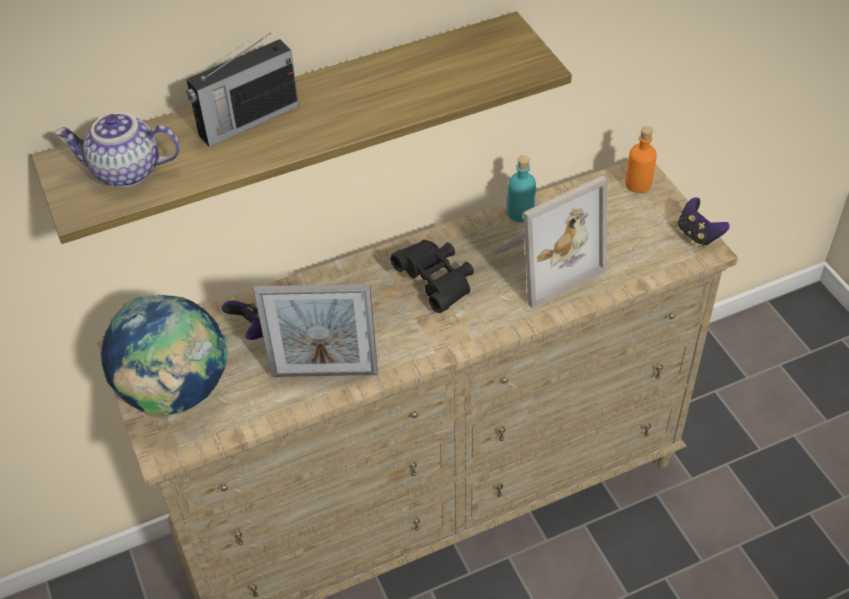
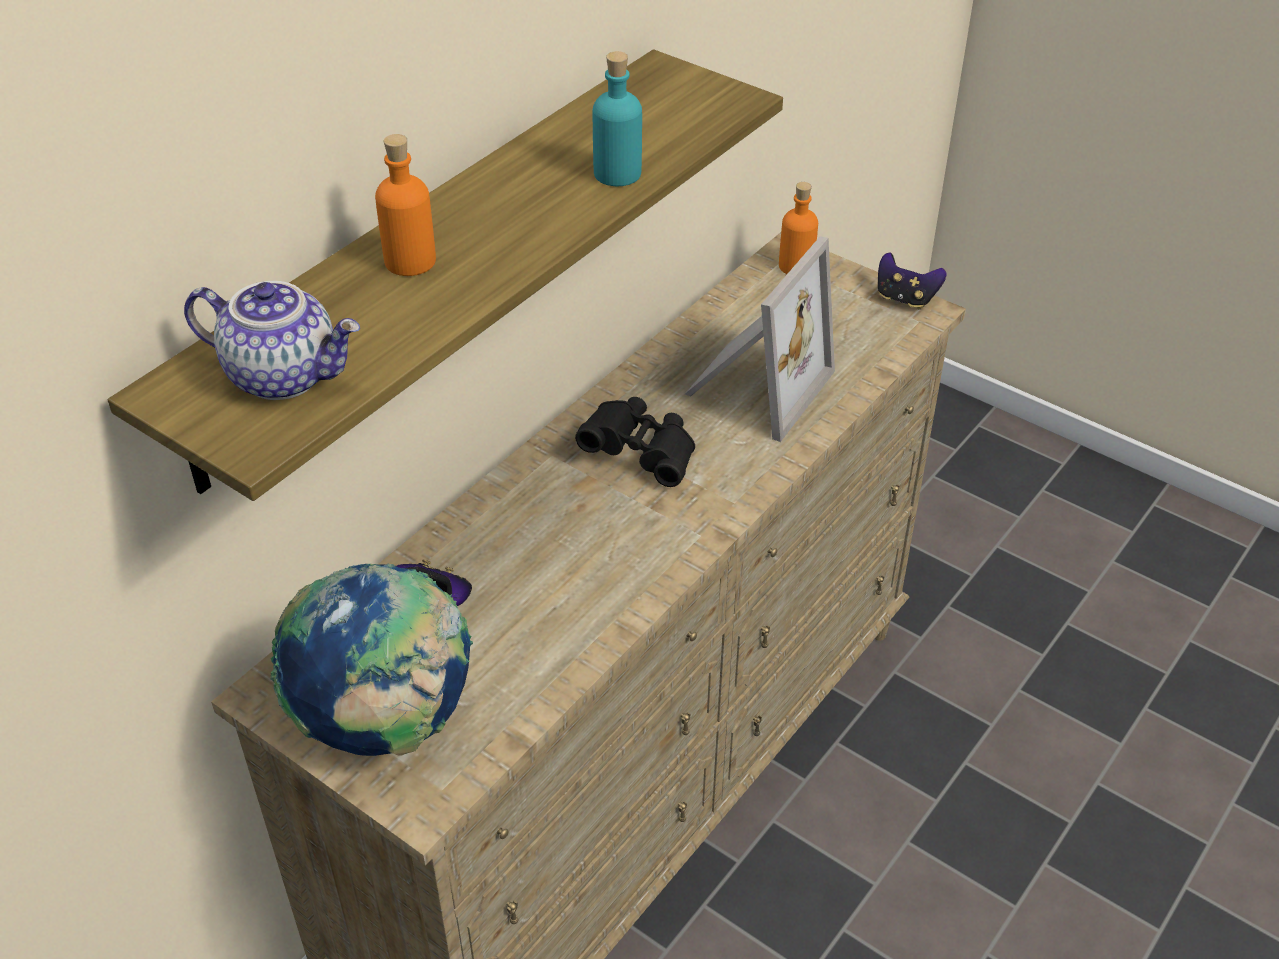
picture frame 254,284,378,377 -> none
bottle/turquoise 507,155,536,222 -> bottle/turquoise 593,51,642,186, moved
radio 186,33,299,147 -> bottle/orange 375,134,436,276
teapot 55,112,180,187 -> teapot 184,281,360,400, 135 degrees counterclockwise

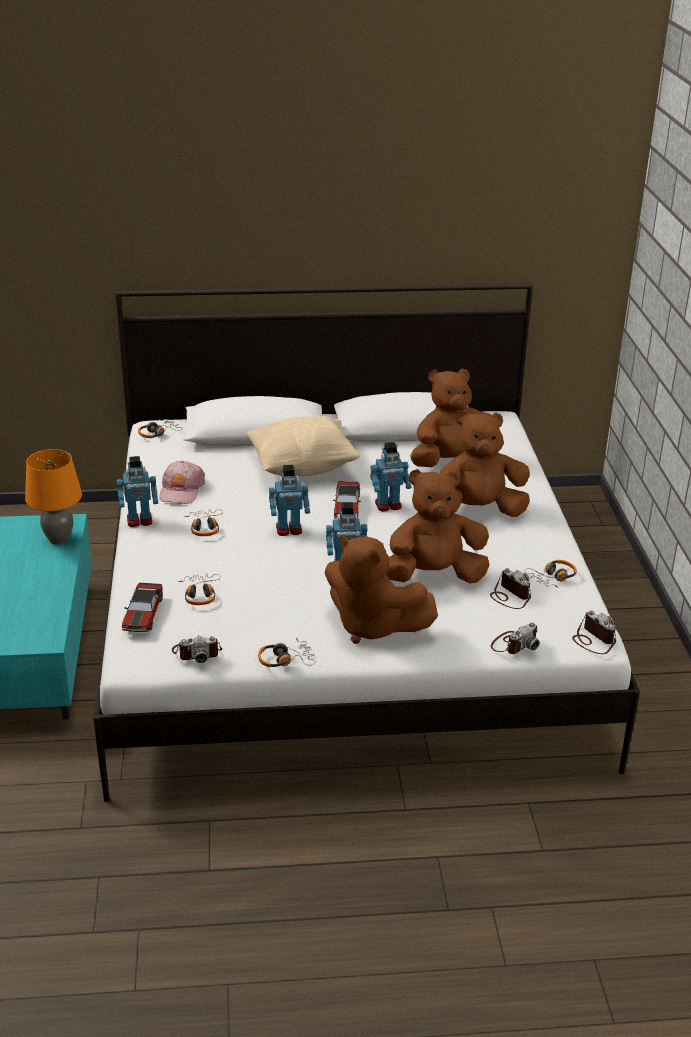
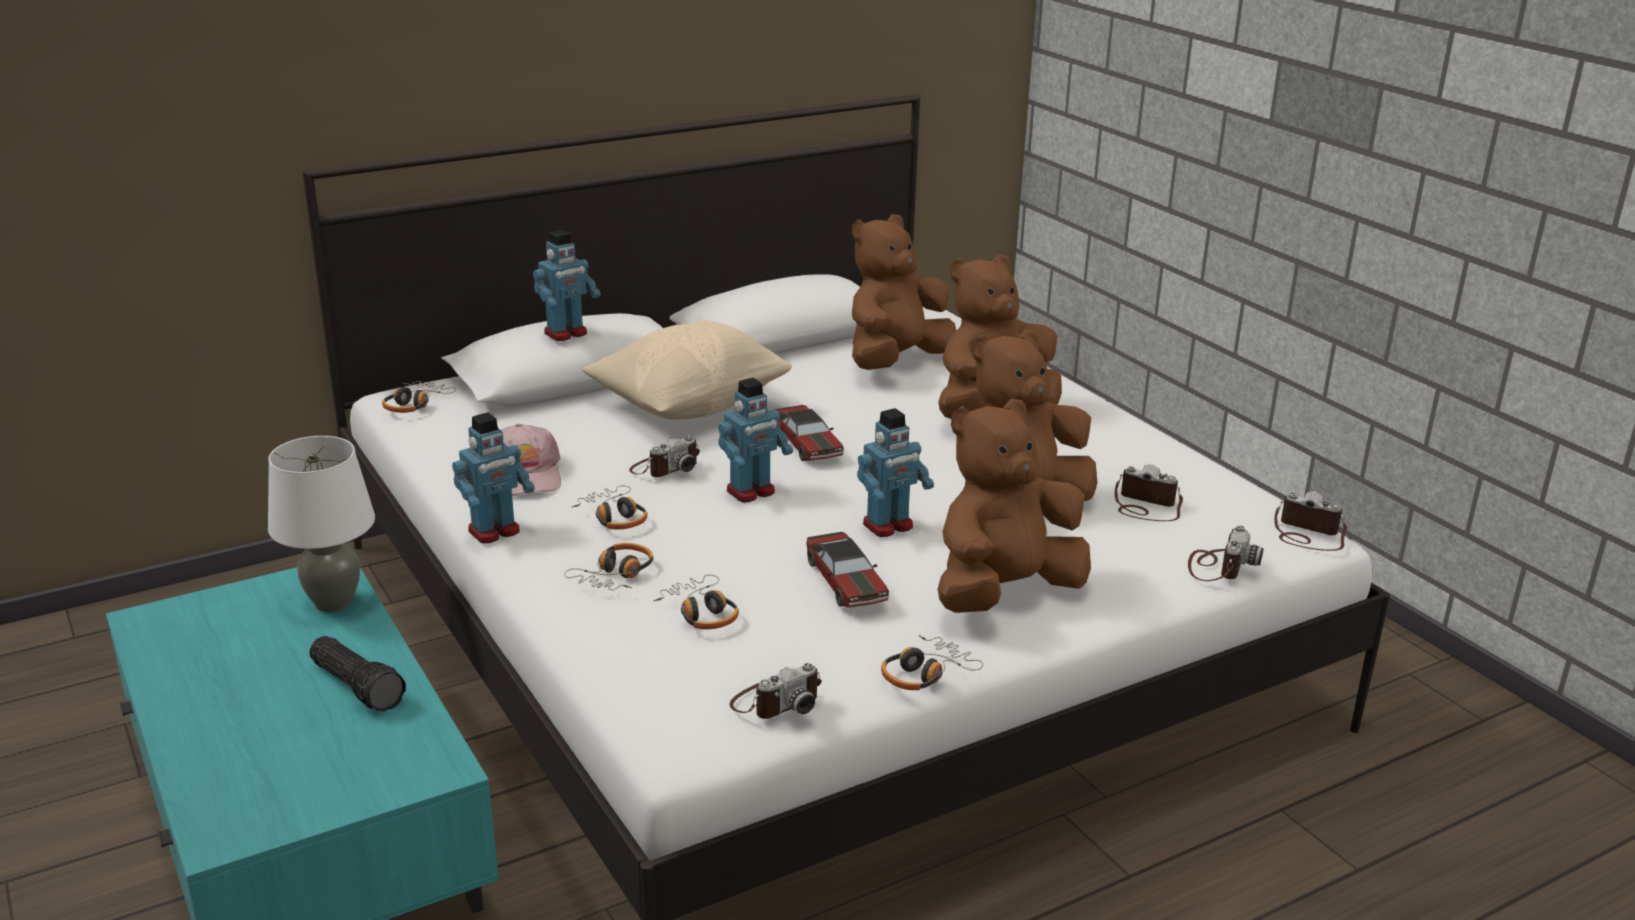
none -> flashlight 309,636,406,712
none -> photo camera 629,436,700,477
toy car 122,583,163,632 -> toy car 806,532,889,607, moved
toy robot 370,442,412,511 -> toy robot 533,229,601,341, moved
headphones 524,560,577,587 -> headphones 564,543,653,590, moved
table lamp/orange 25,449,82,545 -> table lamp/white 268,436,375,612
plush toy/brown 325,535,438,644 -> plush toy/brown 938,399,1091,613, 135 degrees clockwise

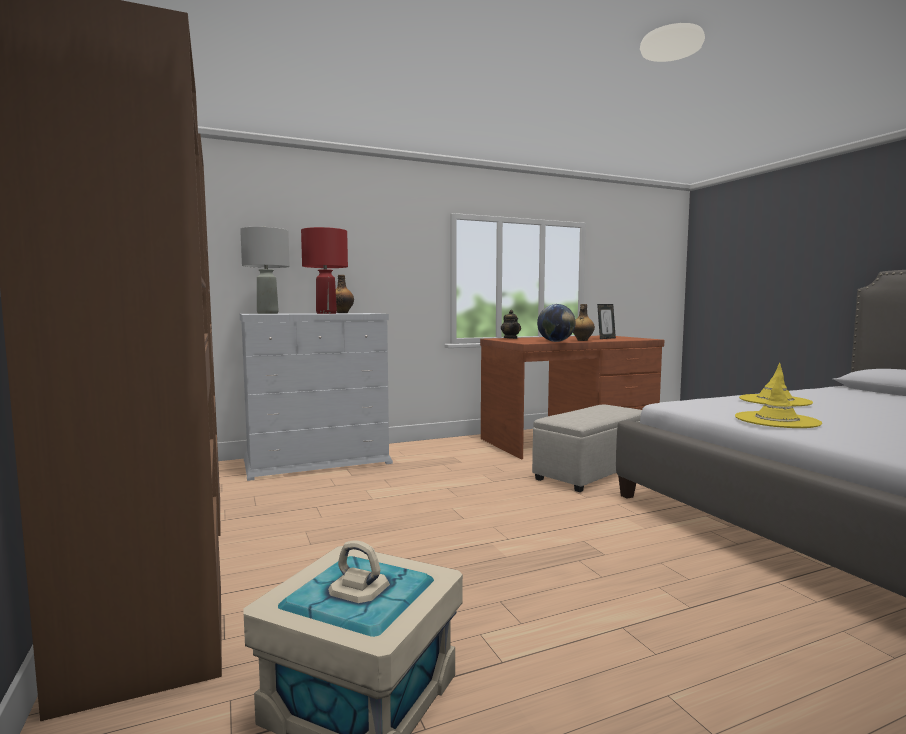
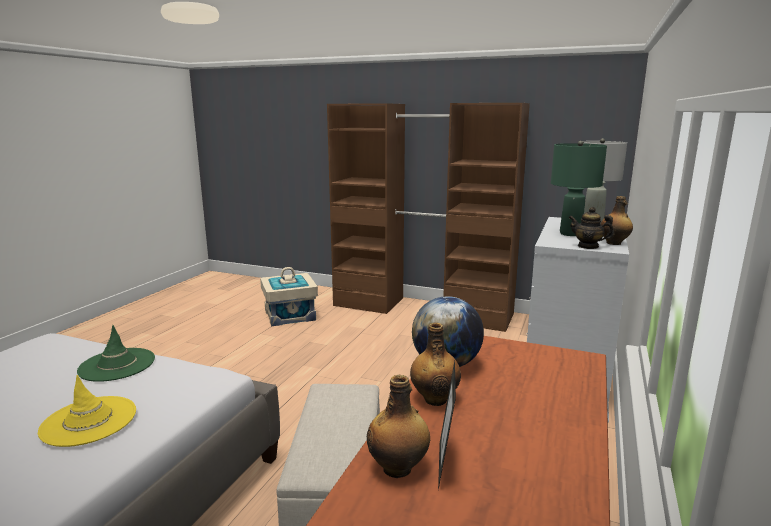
none -> bottle 367,375,430,478
teapot 501,310,521,339 -> teapot 569,207,614,249, moved
table lamp/red 301,227,348,314 -> table lamp/green 551,141,607,236
hat/yellow 735,375,822,428 -> hat/green 77,325,155,382

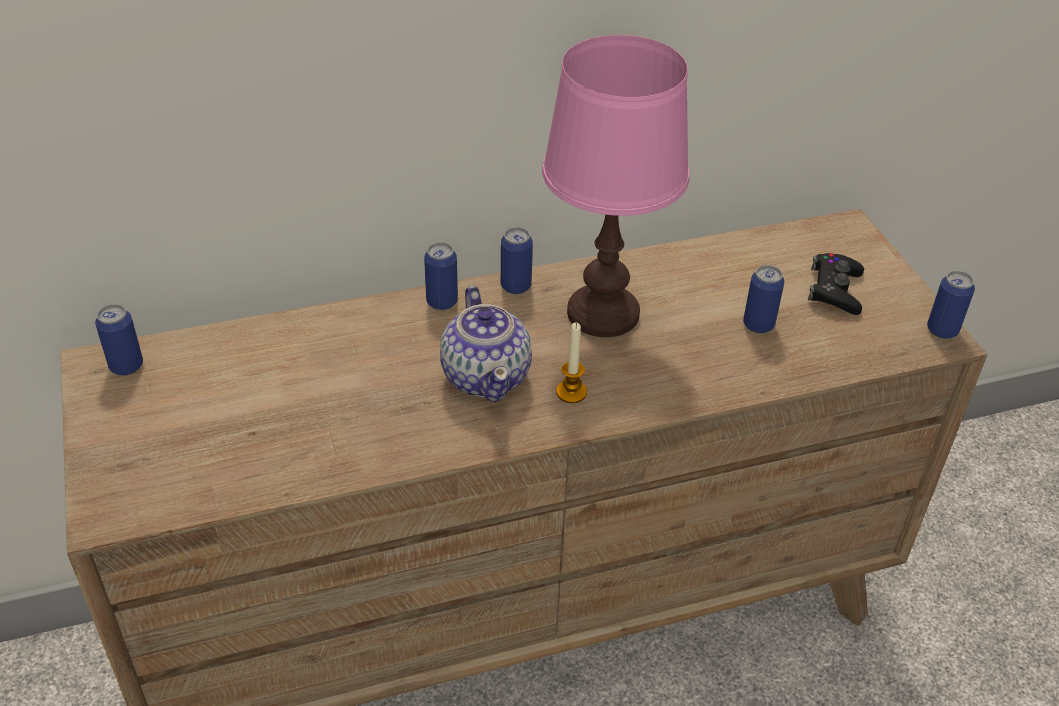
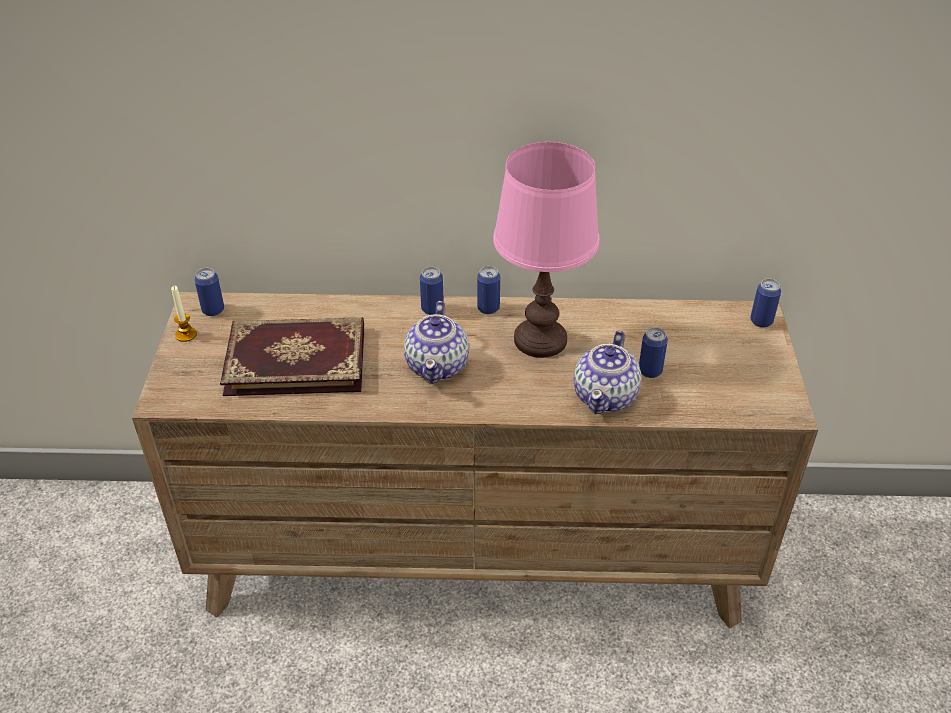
game controller/black 808,253,864,315 -> none
none -> book 220,317,364,396
none -> teapot 573,331,642,414
candle 556,323,587,403 -> candle 171,286,197,342, moved
can 927,270,975,339 -> can 750,278,781,328, moved

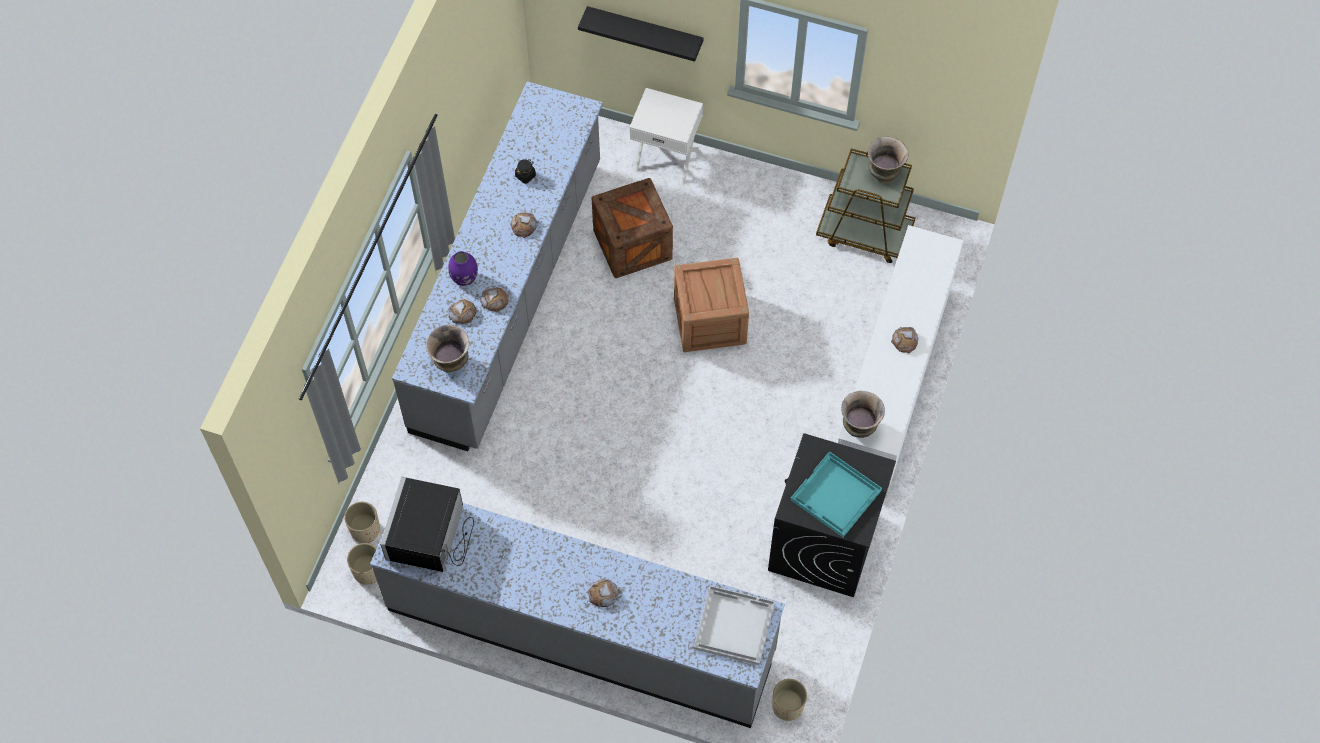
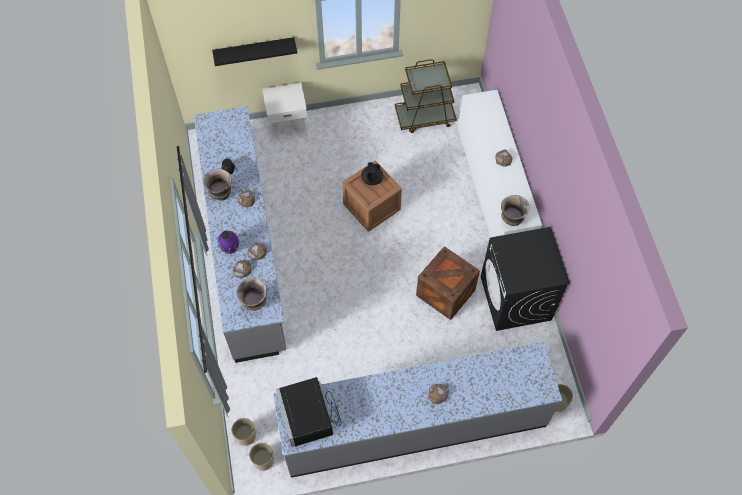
tray/white 694,586,775,665 -> none
tray/turquoise 790,451,882,537 -> none
none -> teapot/black 361,162,383,185
crate 592,178,673,278 -> crate 416,247,480,320, moved
vase 868,136,908,183 -> vase 203,169,232,201, moved

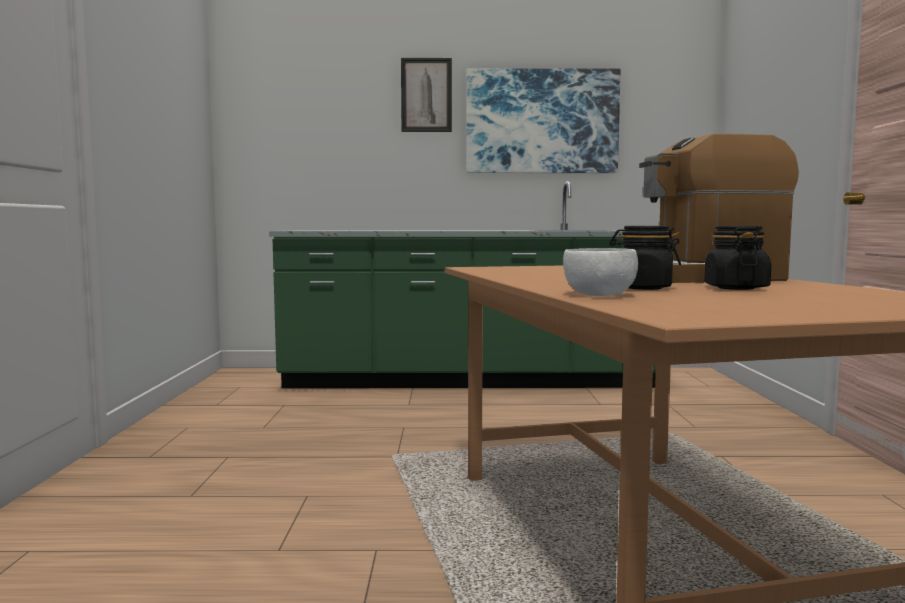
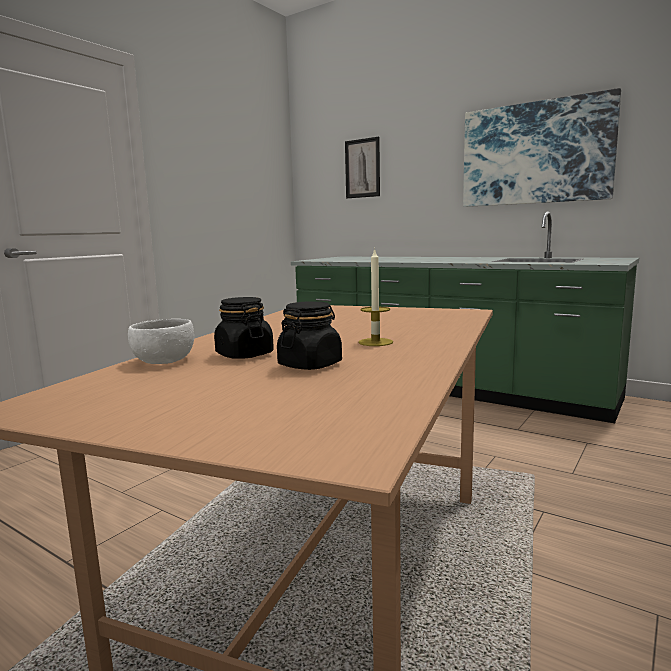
picture 401,58,452,132 -> picture 345,137,380,198, moved
coffee machine 639,133,799,283 -> candle 358,248,393,346

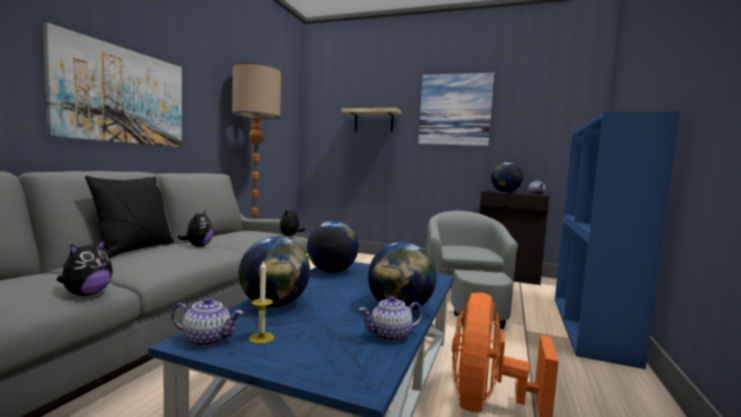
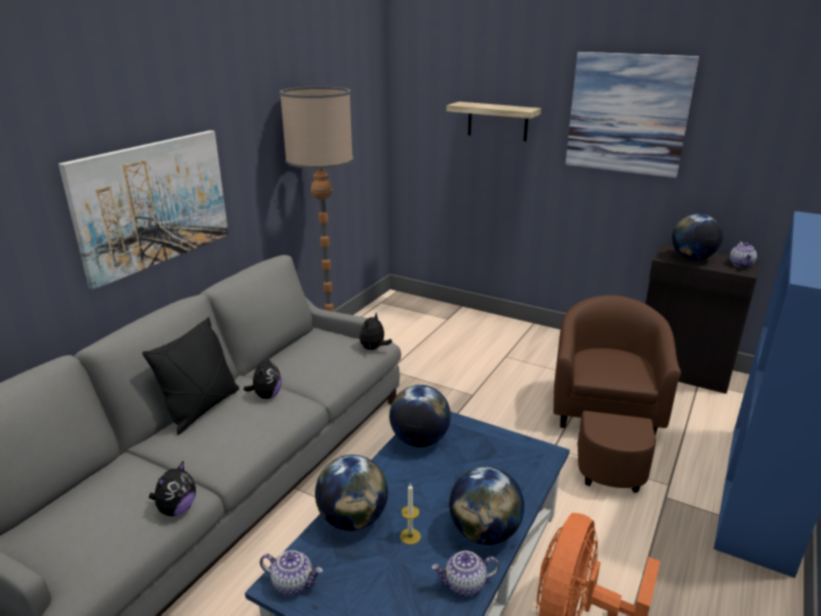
candle 249,260,274,344 -> candle 400,483,421,545, moved
armchair/grey 426,211,518,329 -> armchair/brown 553,295,681,493

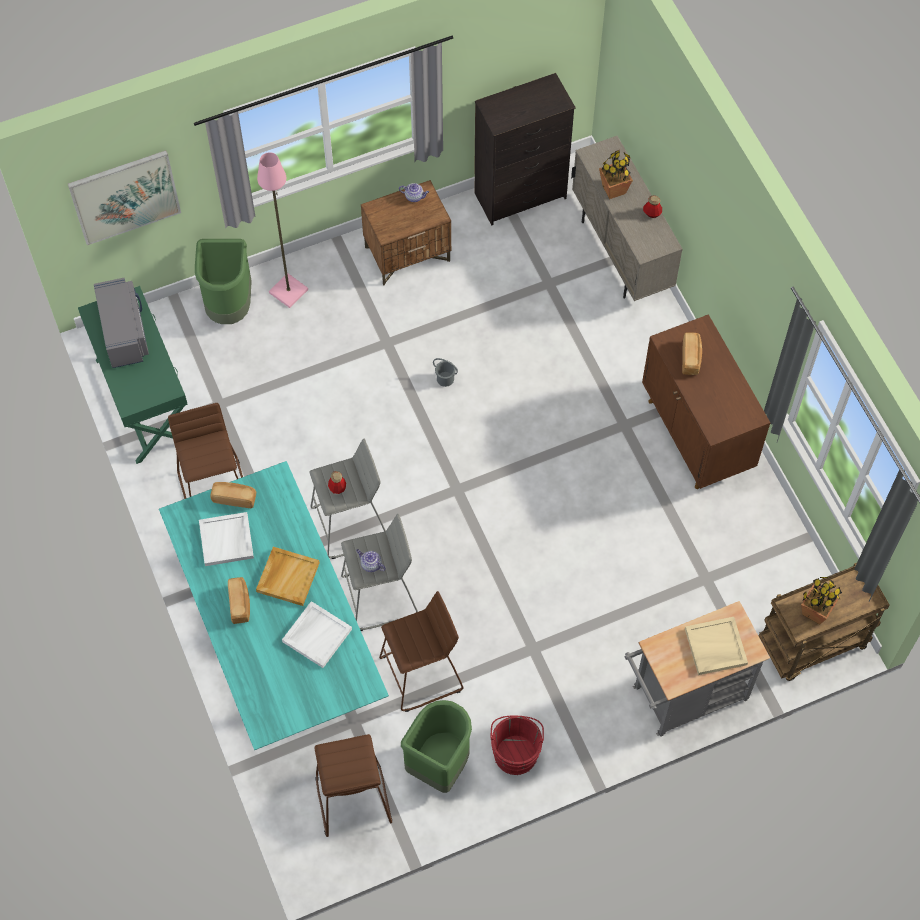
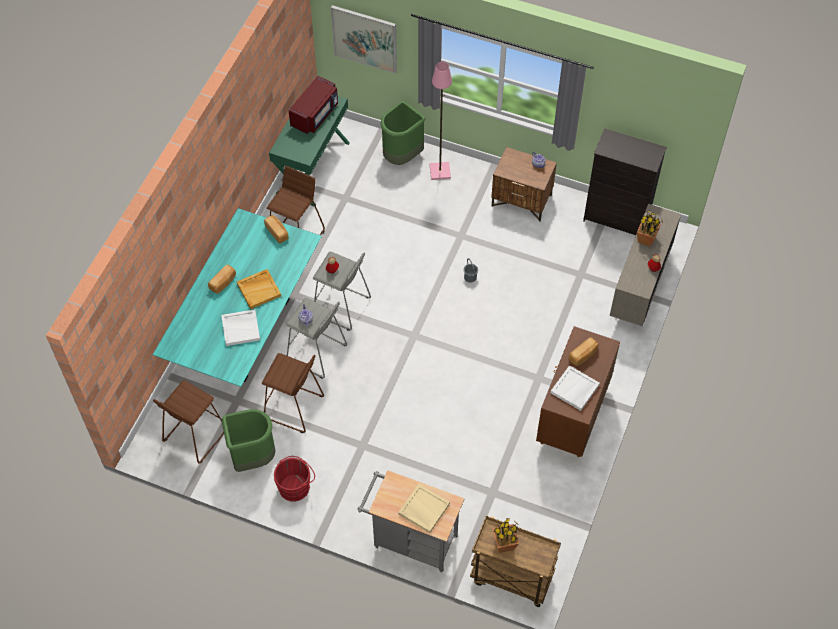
tray/white 199,512,254,566 -> tray/white 550,365,600,411, moved
microwave/grey 94,278,149,368 -> microwave/red 288,76,338,134

